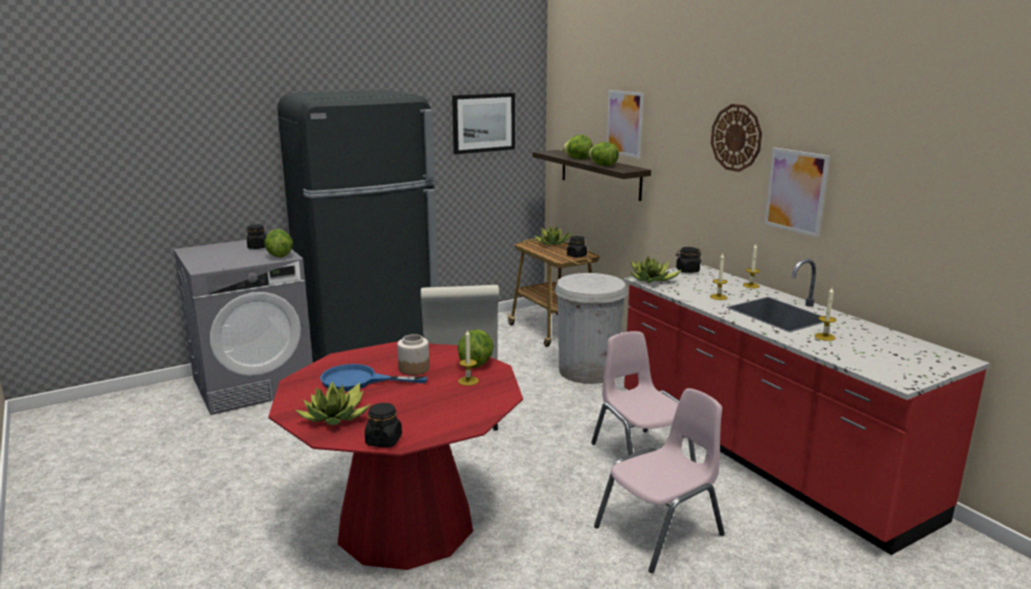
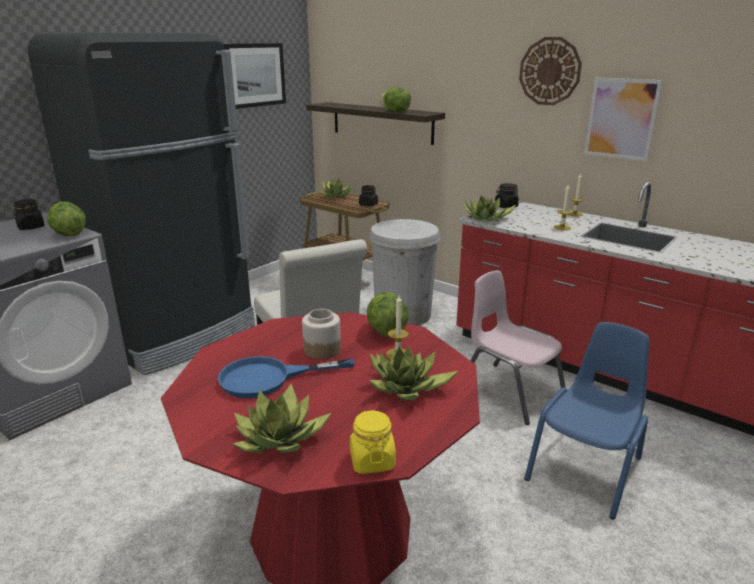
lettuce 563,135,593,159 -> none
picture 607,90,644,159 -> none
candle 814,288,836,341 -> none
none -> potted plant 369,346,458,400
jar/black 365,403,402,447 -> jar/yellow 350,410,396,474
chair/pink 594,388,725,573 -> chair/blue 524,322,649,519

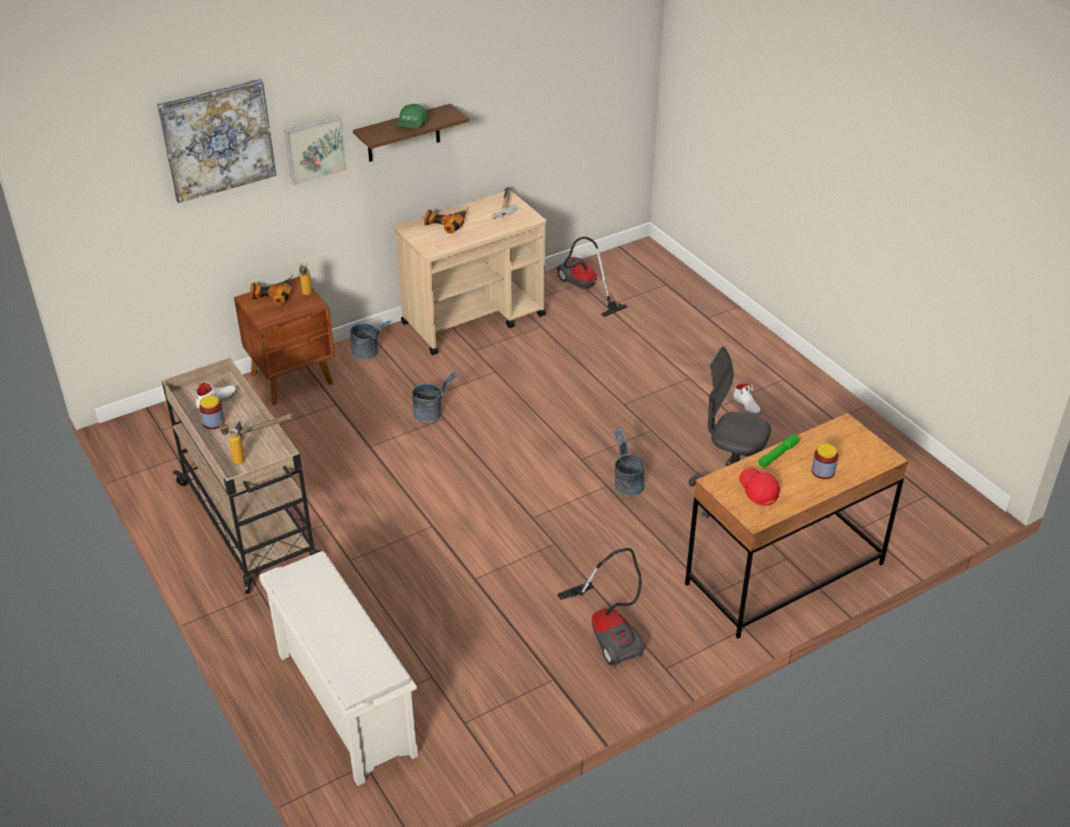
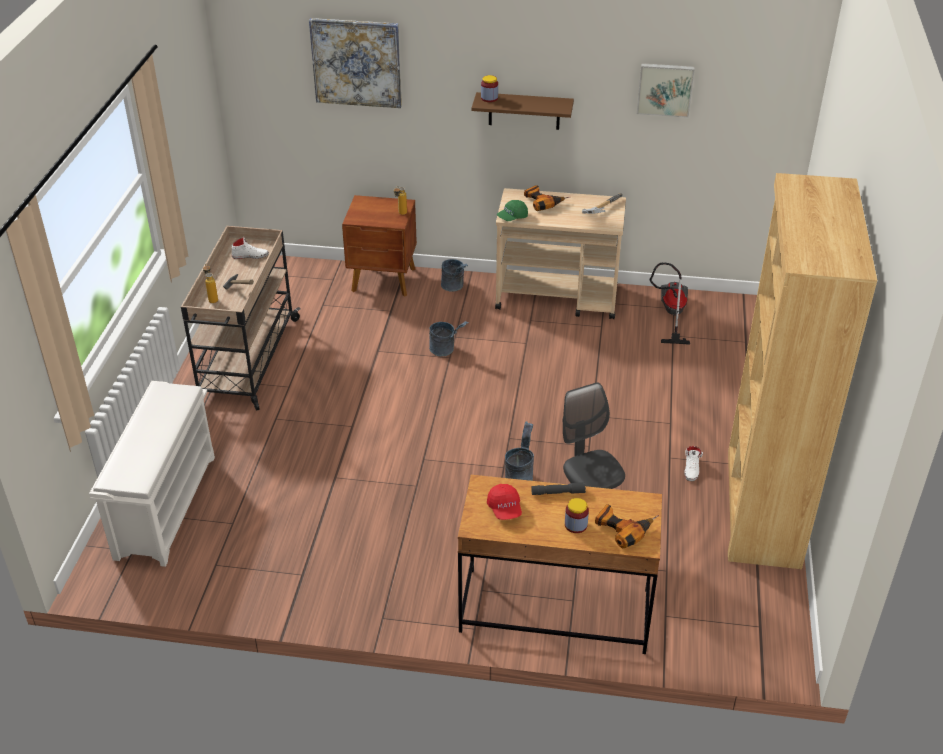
vacuum cleaner 557,548,645,667 -> none
none -> bookcase/brown 728,173,877,569
jar 199,396,225,429 -> jar 481,75,498,102, moved
power drill 250,275,293,305 -> power drill 595,504,659,548, moved
picture 284,115,347,185 -> picture 637,63,695,118, moved
cap/green 398,104,428,128 -> cap/green 497,200,528,221, moved
flashlight/green 758,434,800,468 -> flashlight/grey 531,482,586,495
cap/red 739,468,780,506 -> cap/red 487,484,522,520, 150 degrees clockwise

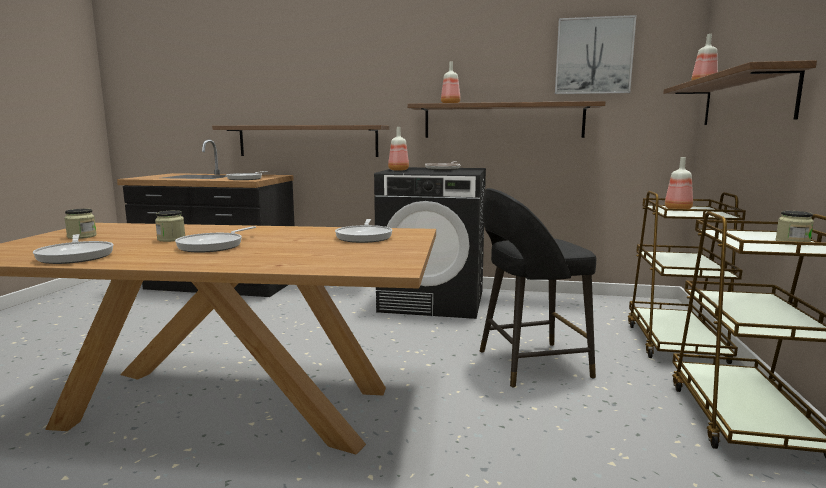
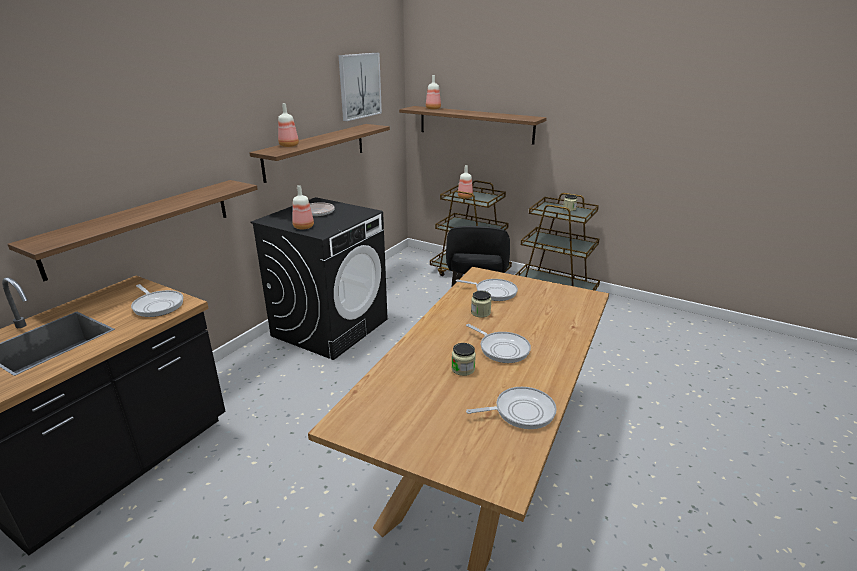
jar 64,209,97,239 -> jar 471,291,492,318, moved

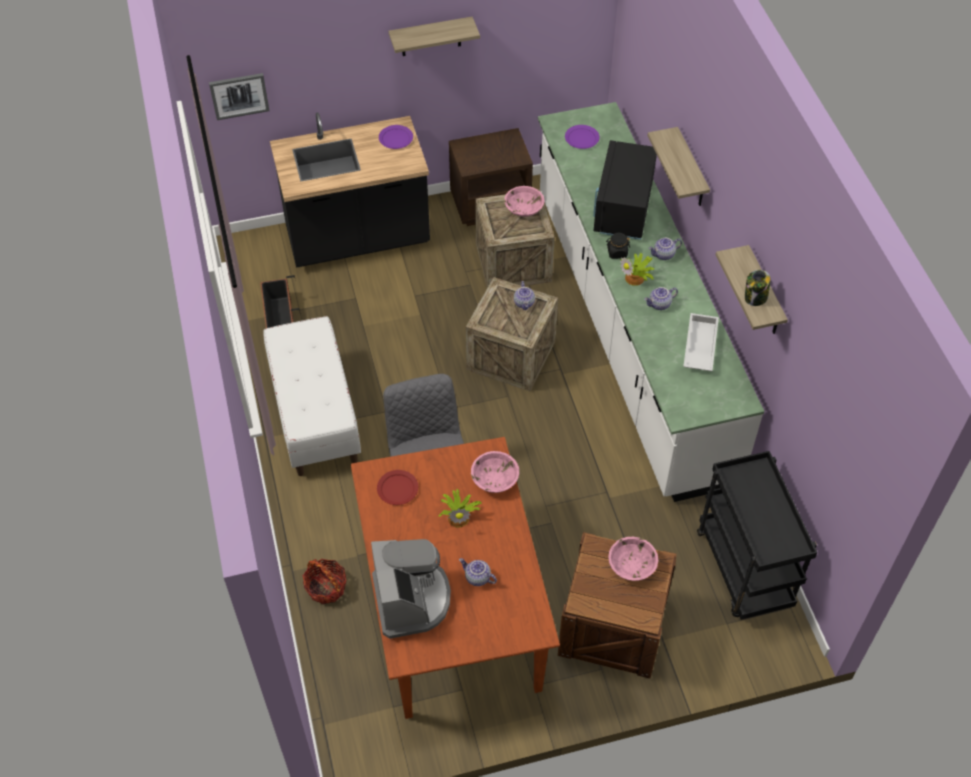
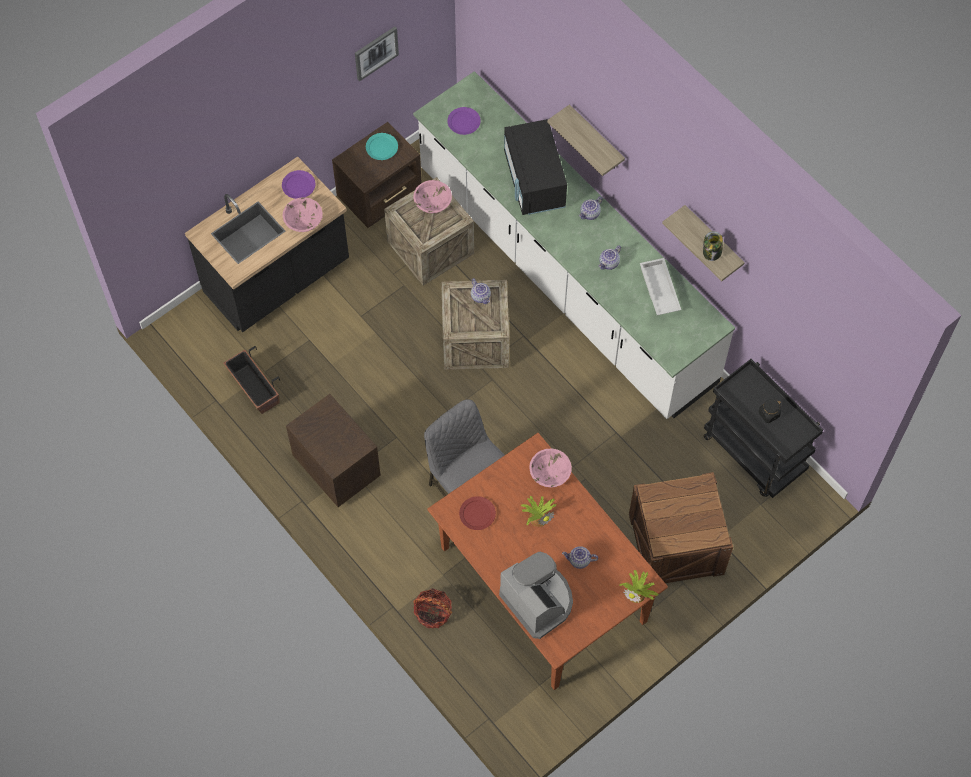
shelf 388,17,480,56 -> none
none -> plate/turquoise 366,133,398,160
picture 209,73,269,120 -> picture 355,26,399,81, moved
jar/black 606,233,630,259 -> jar/black 759,399,781,423, moved
bowl/pink 608,537,658,581 -> bowl/pink 283,198,323,232, moved
potted plant 620,253,654,286 -> potted plant 619,570,659,603, moved
bench/white 263,316,361,476 -> nightstand/brown 286,394,381,507

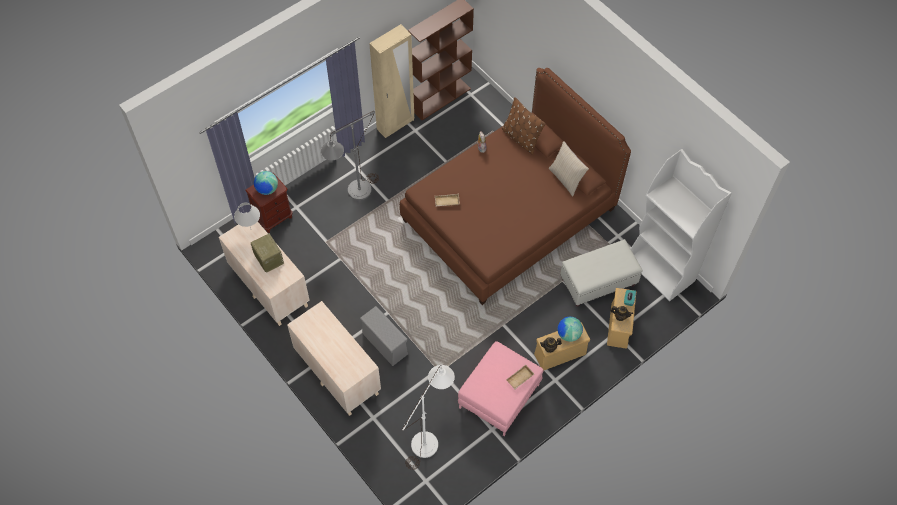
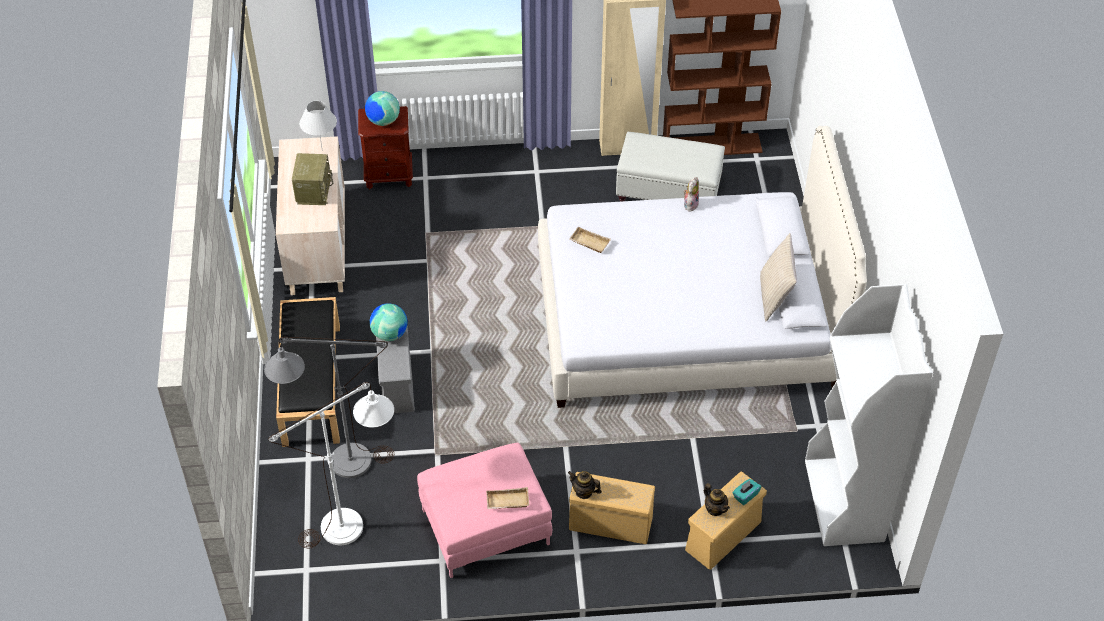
pillow/brown 502,97,546,155 -> none
floor lamp/grey 320,111,379,200 -> floor lamp/grey 264,337,394,478, moved
globe 558,317,583,342 -> globe 370,303,408,341, moved
ottoman/white 560,239,643,307 -> ottoman/white 616,132,725,202, moved
dresser/beige 287,301,381,416 -> bench/black 276,297,340,447
bed/brown 400,68,631,305 -> bed/white 538,126,867,408

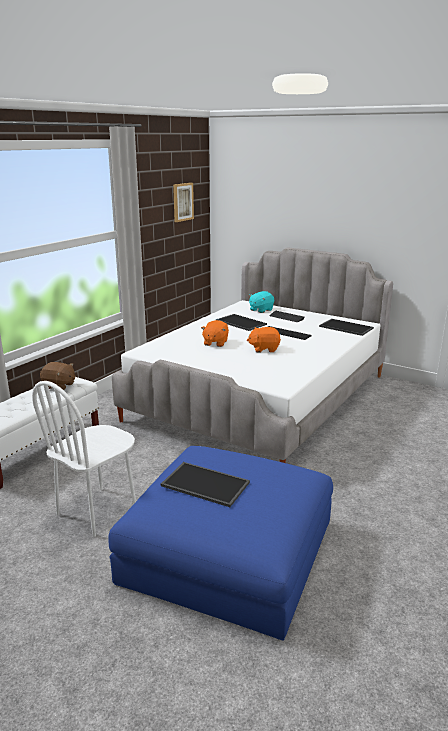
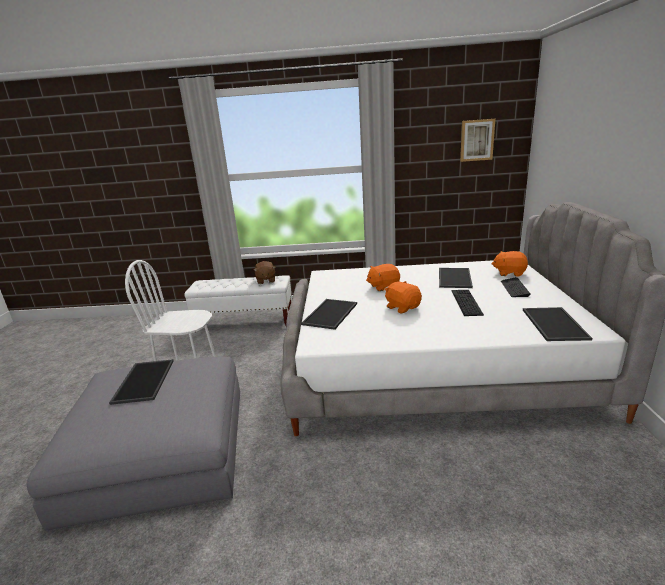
none -> tray 301,299,357,330
ottoman/blue 108,446,333,641 -> ottoman/grey 27,357,240,531
plush toy/turquoise 249,291,274,313 -> plush toy/orange 491,251,528,277

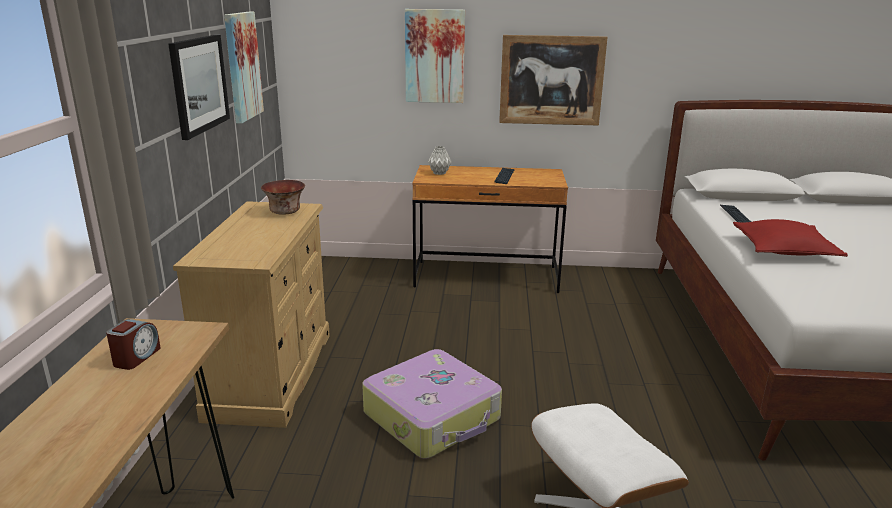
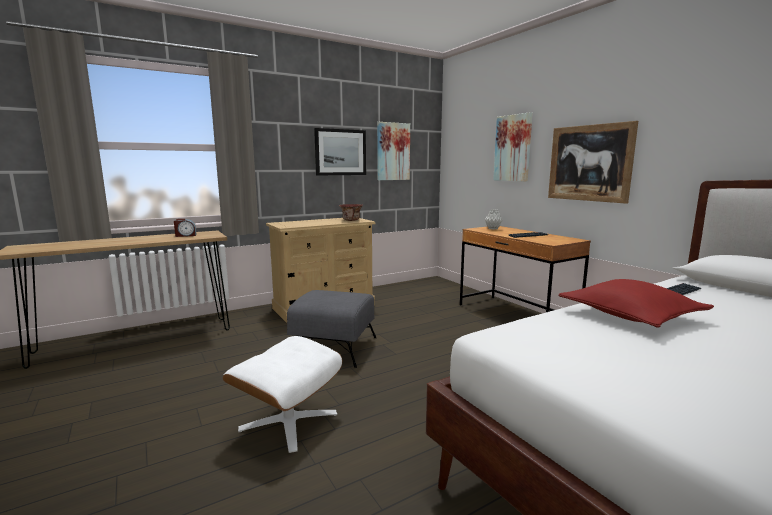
suitcase 362,349,502,459 -> ottoman/grey 287,290,376,368

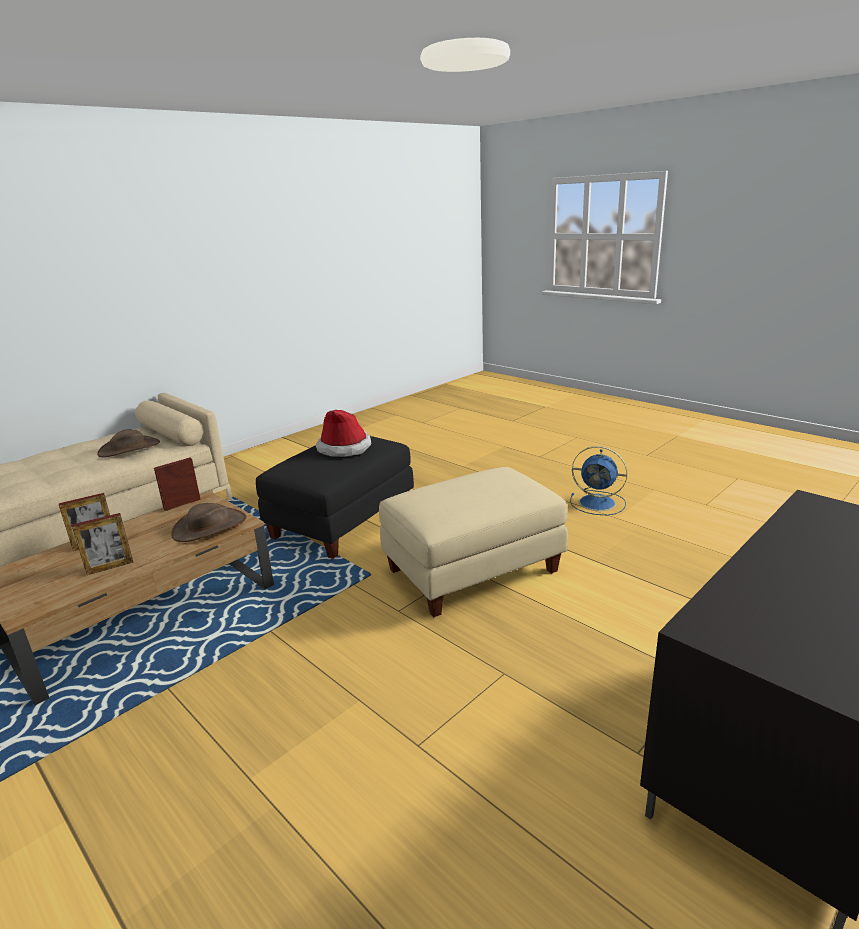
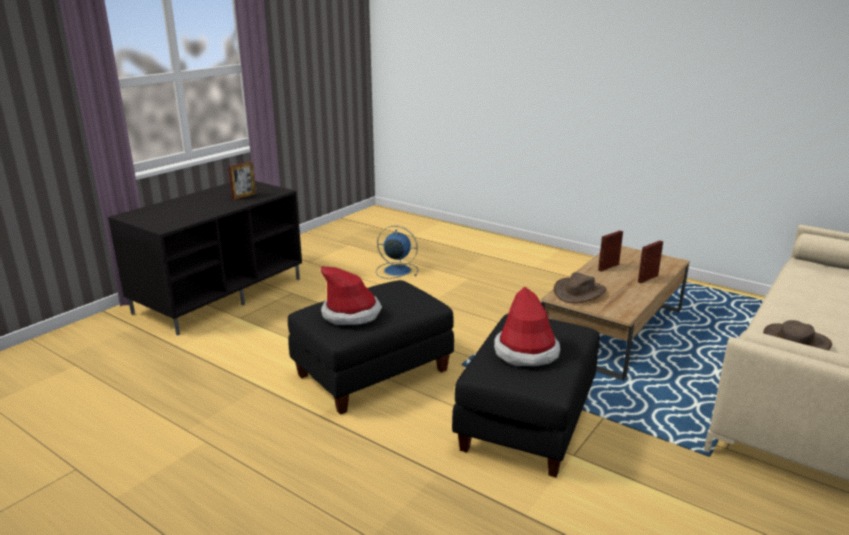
none -> hat 321,266,382,325
picture frame 154,458,201,511 -> picture frame 228,161,256,200, moved
fan/blue 570,446,628,515 -> fan/blue 376,225,418,279, moved
ottoman/beige 379,467,568,617 -> ottoman/black 288,280,454,415

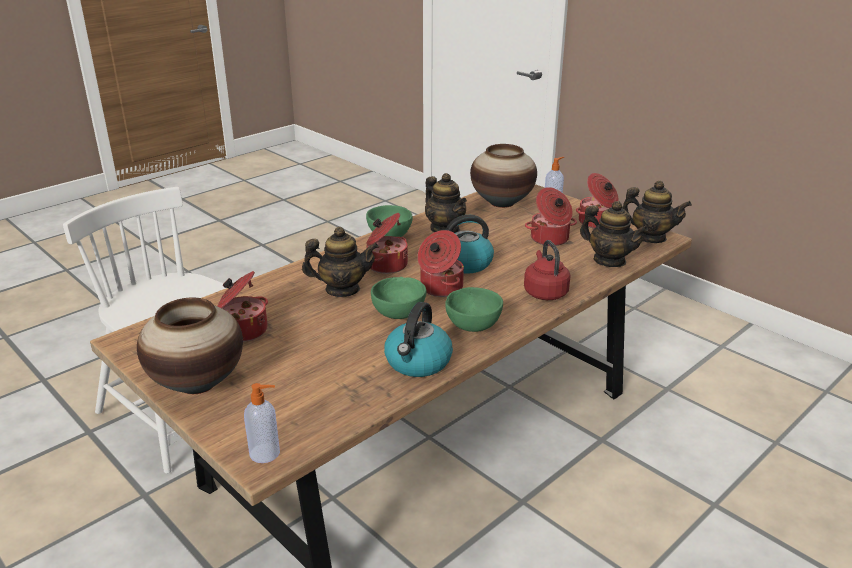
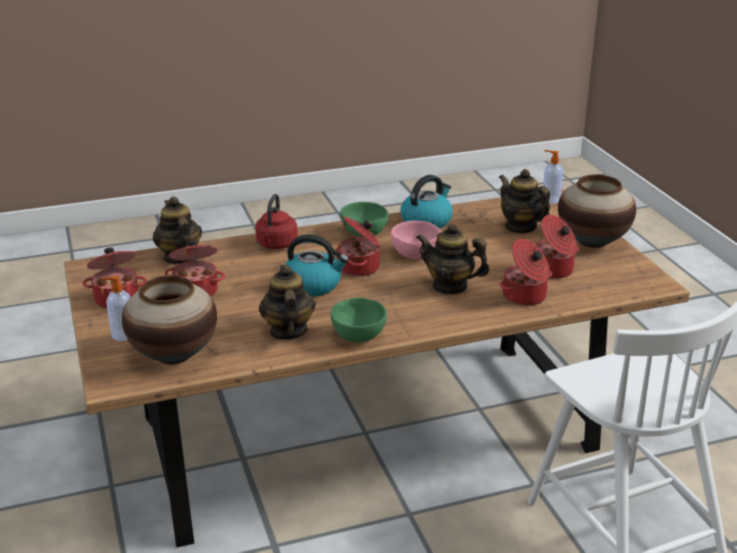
cooking pot 366,213,408,274 -> cooking pot 500,239,552,306, moved
teapot 622,181,692,243 -> teapot 499,169,550,234, moved
bowl/green 371,277,426,319 -> bowl/pink 391,221,441,259

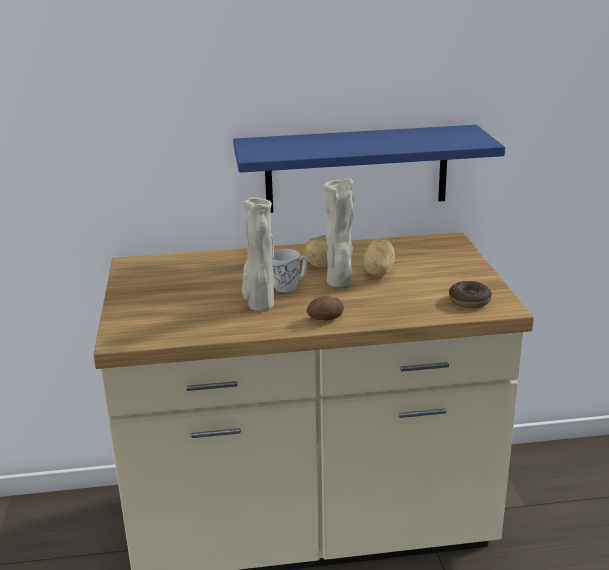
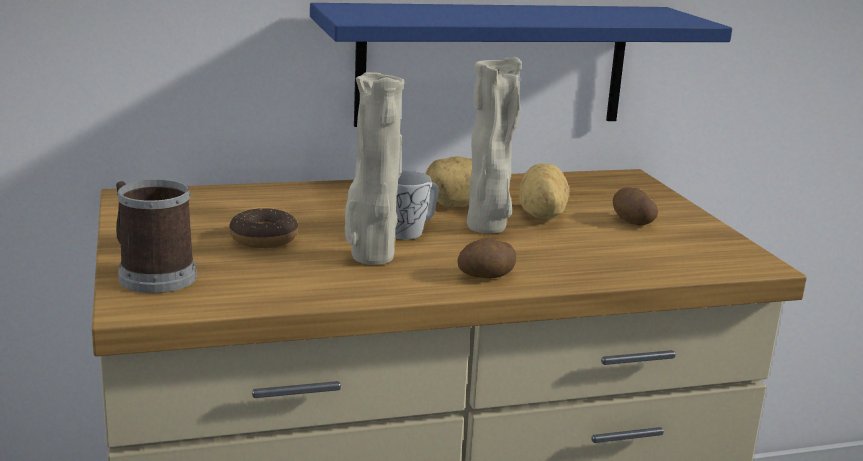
none -> mug 116,180,197,293
none -> potato 613,187,658,226
donut 449,281,492,308 -> donut 229,208,298,248, moved

